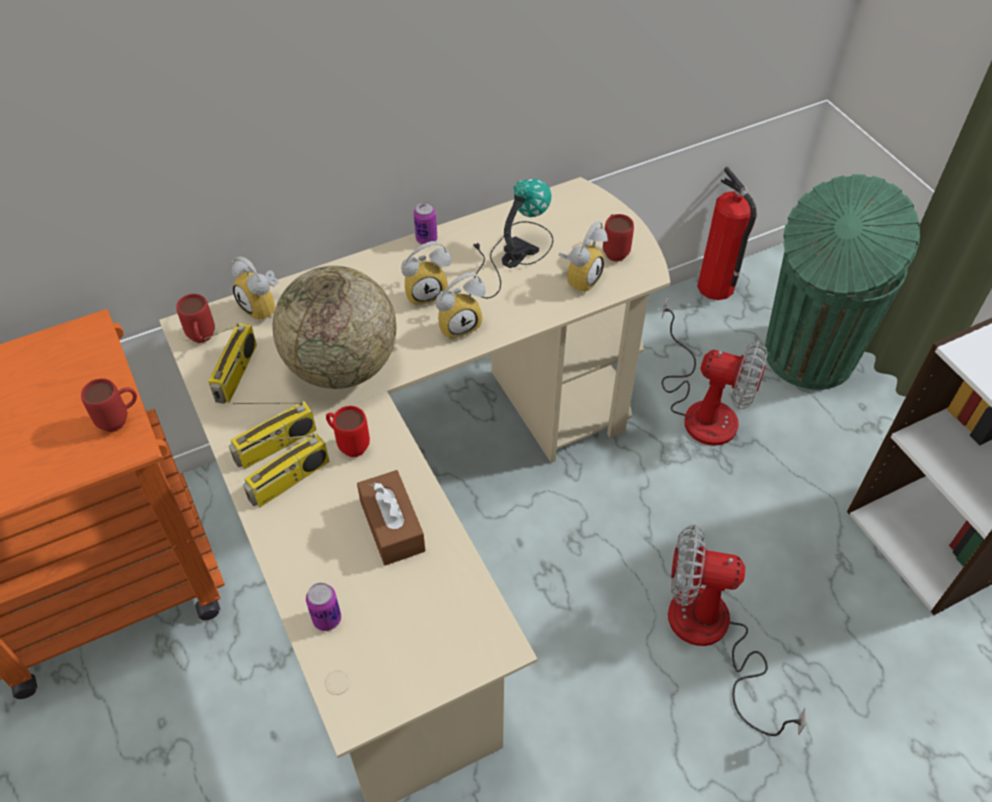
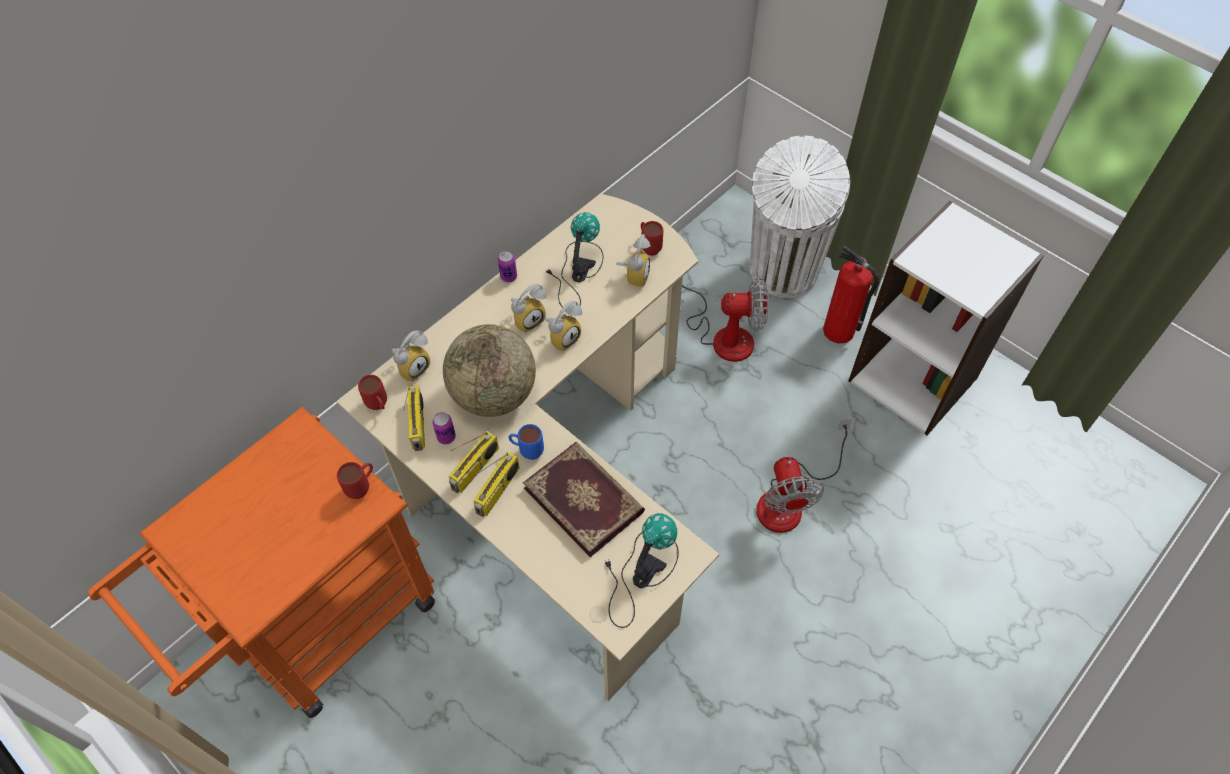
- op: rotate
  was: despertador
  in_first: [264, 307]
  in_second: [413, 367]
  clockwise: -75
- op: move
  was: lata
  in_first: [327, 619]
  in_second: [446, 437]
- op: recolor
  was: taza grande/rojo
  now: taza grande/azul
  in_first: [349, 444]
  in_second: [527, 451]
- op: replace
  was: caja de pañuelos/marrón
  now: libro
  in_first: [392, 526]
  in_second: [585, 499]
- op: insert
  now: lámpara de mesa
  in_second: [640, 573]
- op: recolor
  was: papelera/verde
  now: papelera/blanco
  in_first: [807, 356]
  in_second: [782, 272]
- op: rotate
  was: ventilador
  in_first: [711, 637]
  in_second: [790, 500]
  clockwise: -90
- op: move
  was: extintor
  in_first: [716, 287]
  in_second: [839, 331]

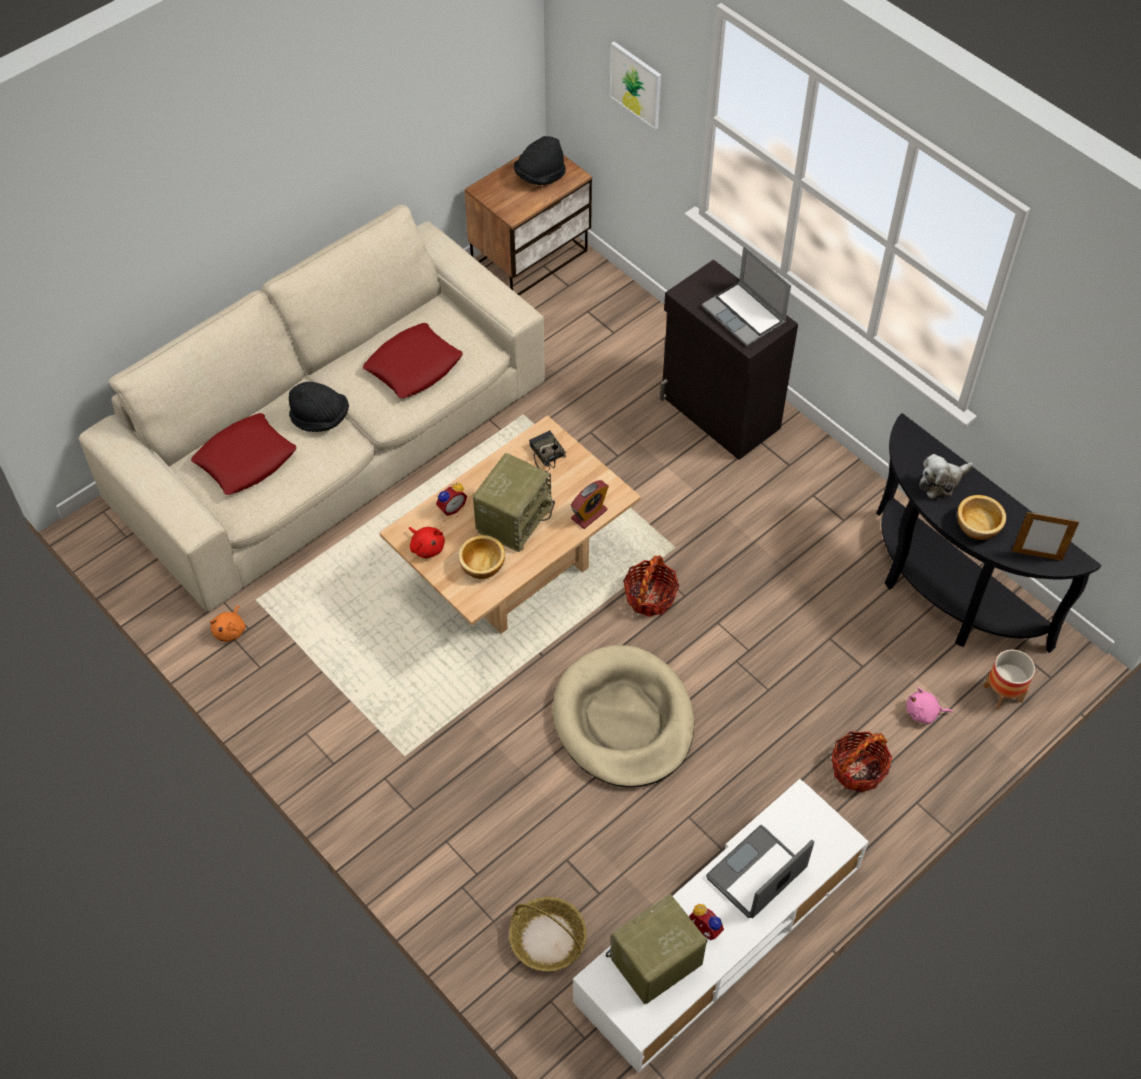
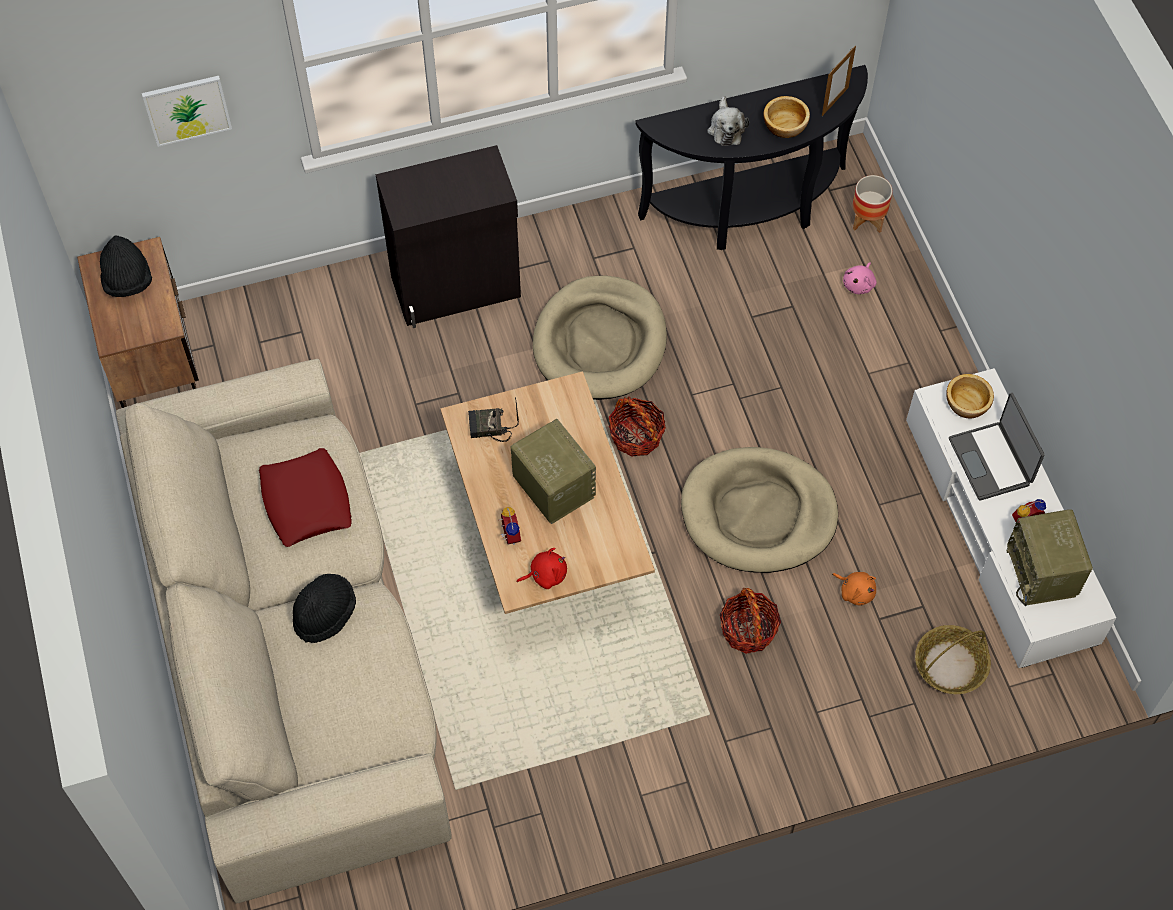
- op: insert
  now: cama para perro/beis
  in_second: [600, 342]
- op: move
  was: cesta
  in_first: [858, 769]
  in_second: [748, 630]
- op: move
  was: peluche/naranja
  in_first: [230, 630]
  in_second: [855, 591]
- op: move
  was: cuenco
  in_first: [482, 566]
  in_second: [967, 404]
- op: delete
  was: cojín/rojo
  in_first: [246, 459]
- op: delete
  was: despertador
  in_first: [589, 514]
- op: delete
  was: portátil
  in_first: [745, 315]

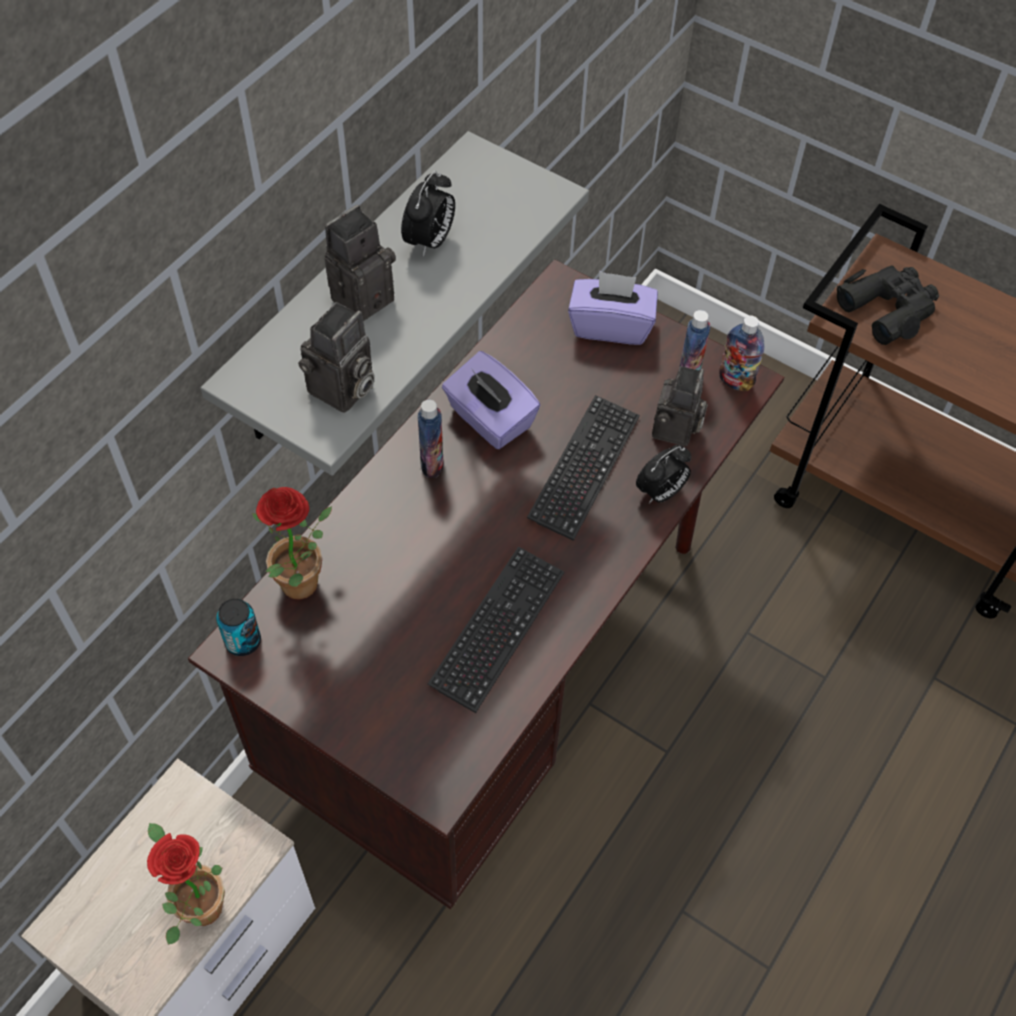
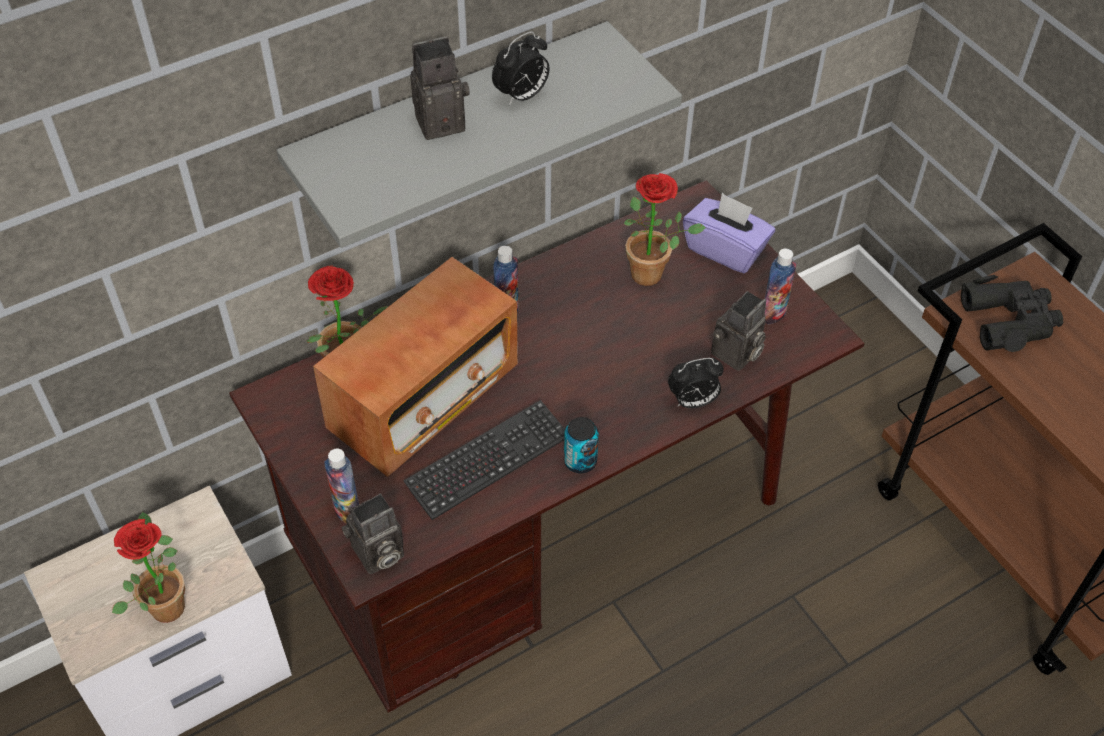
- op: insert
  now: radio
  in_second: [424, 398]
- op: move
  was: botella
  in_first: [735, 381]
  in_second: [347, 510]
- op: move
  was: cámara
  in_first: [342, 391]
  in_second: [377, 555]
- op: move
  was: lata
  in_first: [243, 641]
  in_second: [580, 461]
- op: insert
  now: planta en maceta
  in_second: [653, 274]
- op: delete
  was: caja de pañuelos/morado
  in_first: [489, 419]
- op: delete
  was: teclado
  in_first: [584, 468]

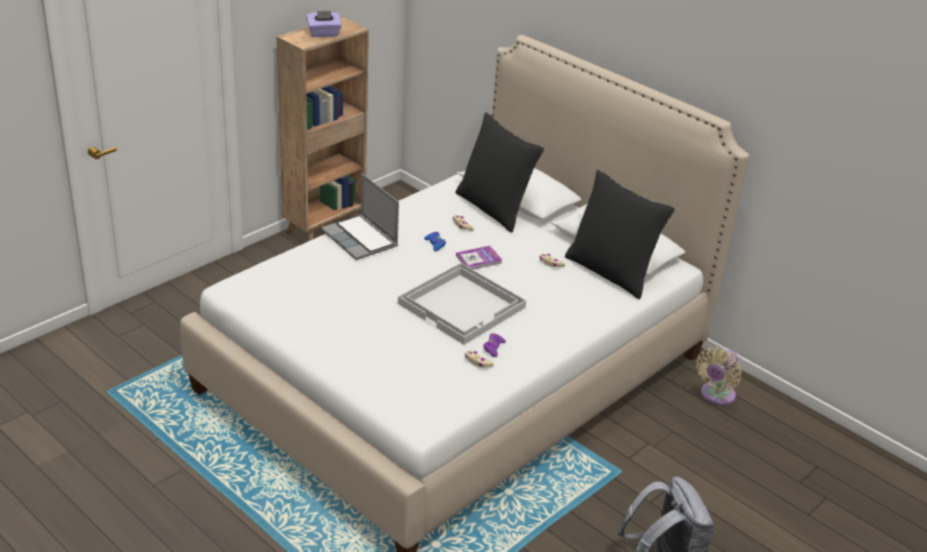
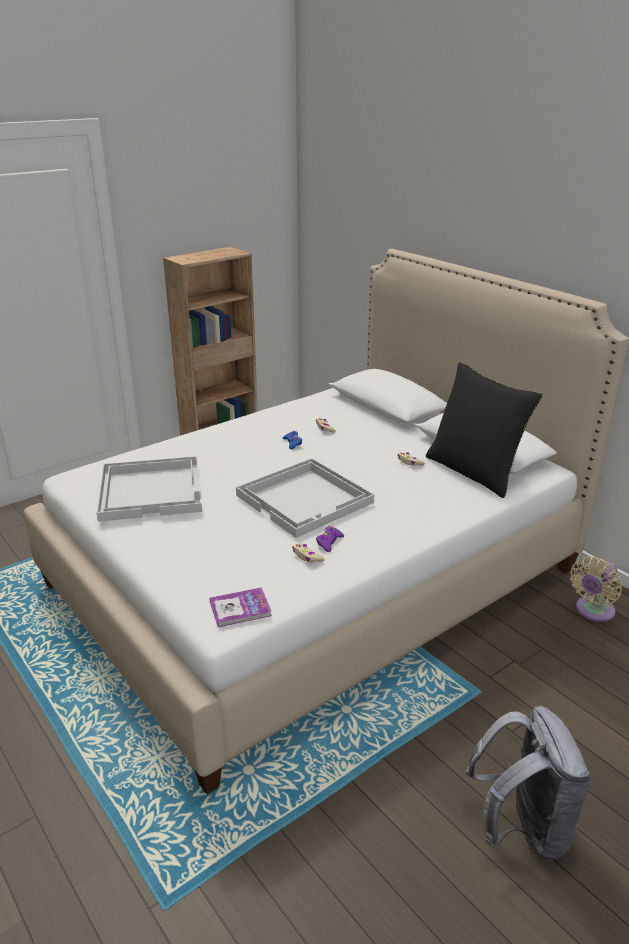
- op: insert
  now: bandeja/blanco
  in_second: [152, 490]
- op: move
  was: libro
  in_first: [479, 259]
  in_second: [240, 609]
- op: delete
  was: caja de pañuelos/morado
  in_first: [324, 34]
- op: delete
  was: portátil
  in_first: [361, 239]
- op: delete
  was: cojín/negro
  in_first: [494, 208]

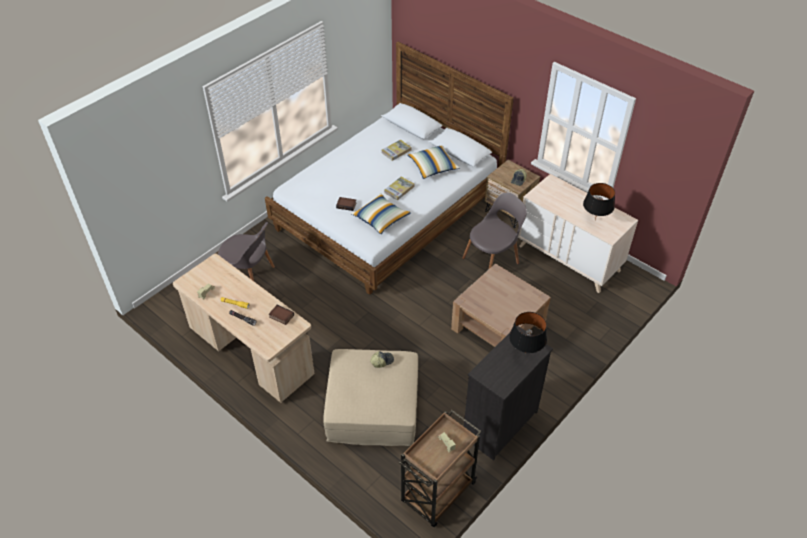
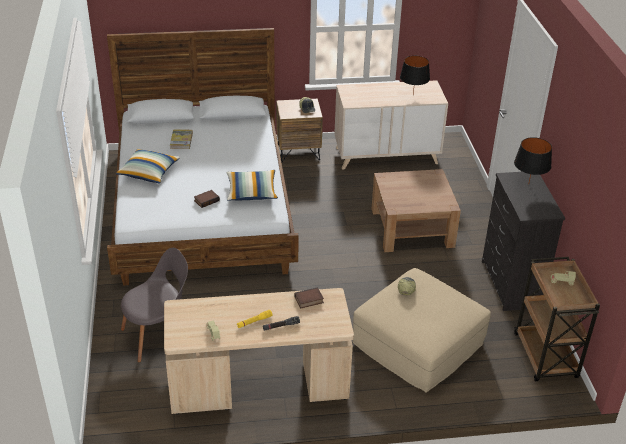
- op: move
  was: cojín
  in_first: [433, 167]
  in_second: [149, 173]
- op: delete
  was: libro
  in_first: [399, 189]
- op: delete
  was: silla/gris
  in_first: [492, 259]

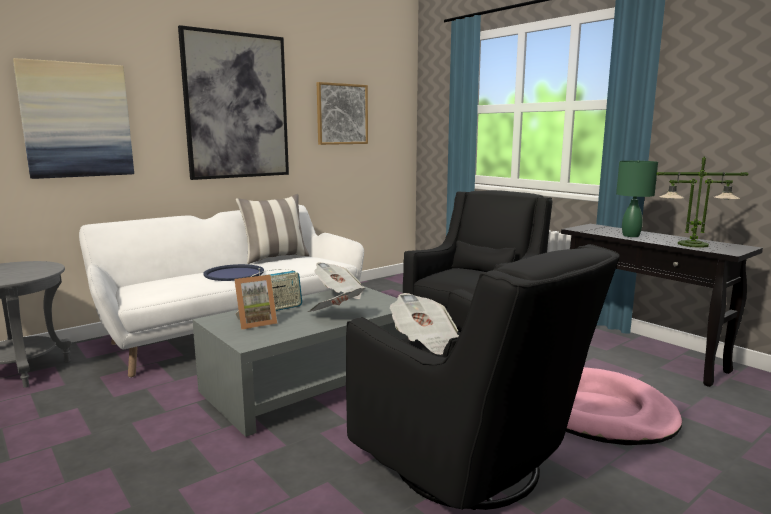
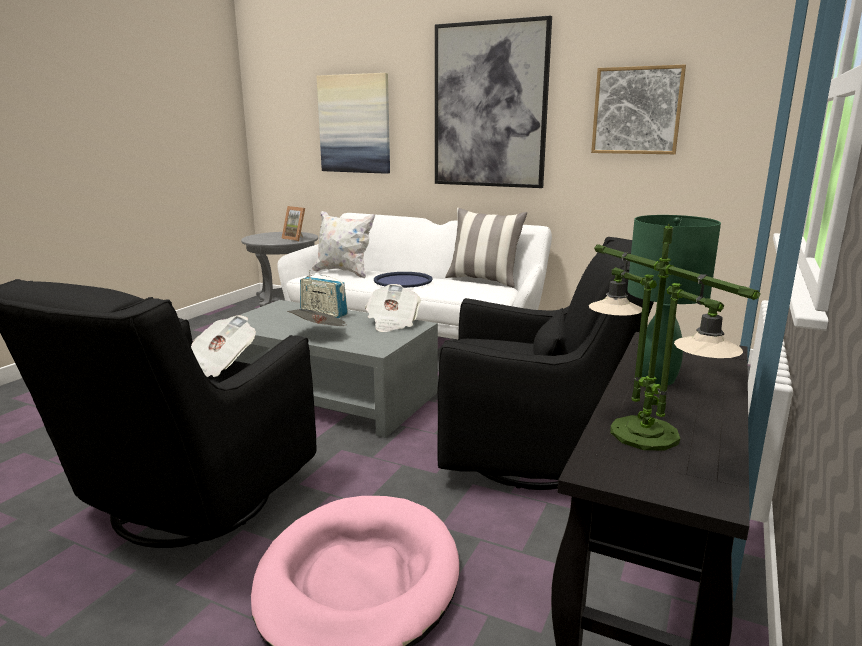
- op: move
  was: portarretratos
  in_first: [255, 323]
  in_second: [296, 239]
- op: insert
  now: cojín/blanco
  in_second: [344, 272]

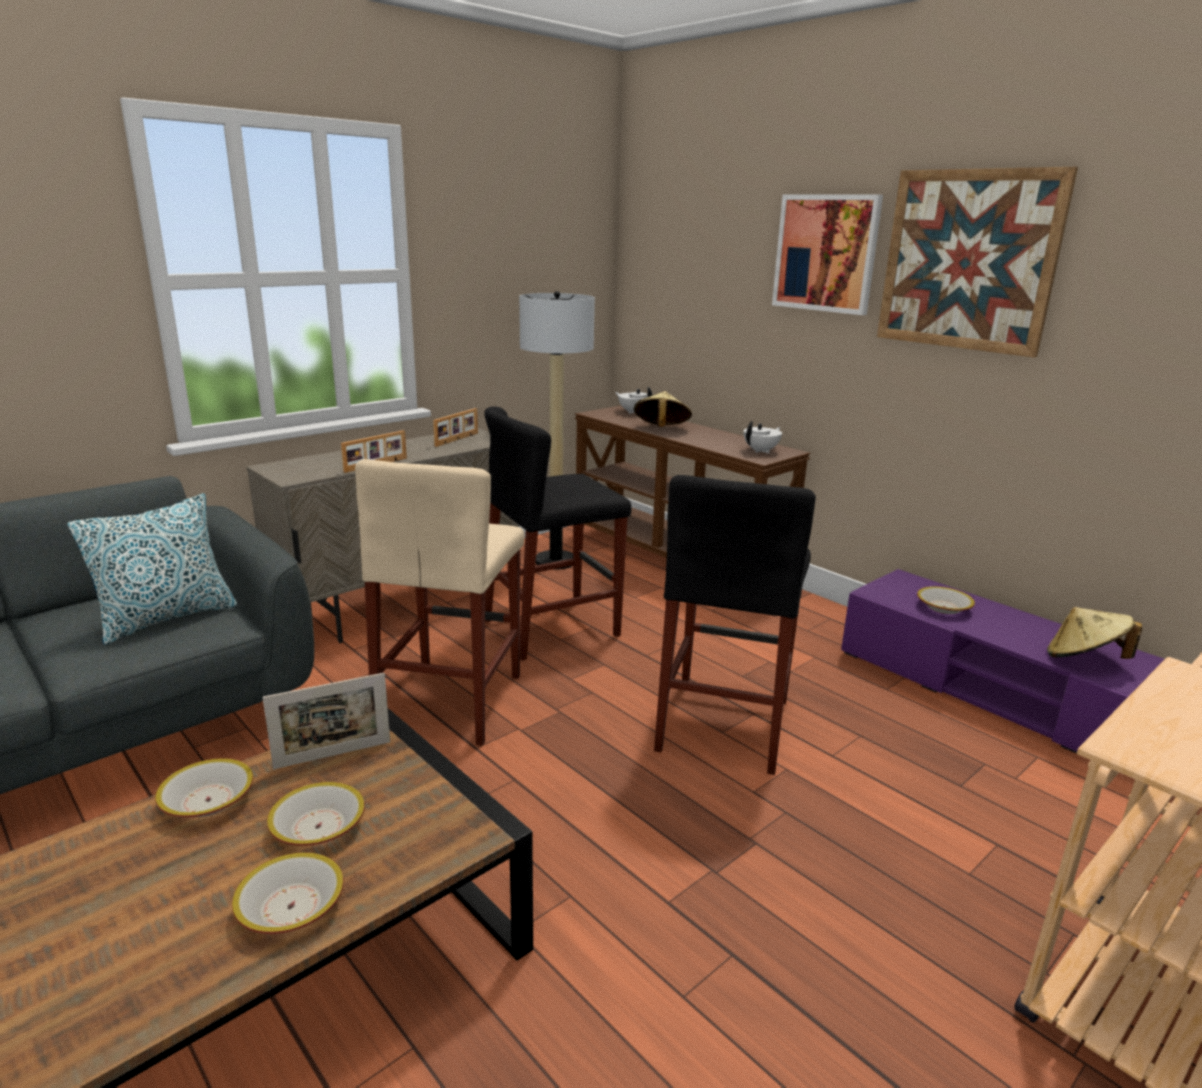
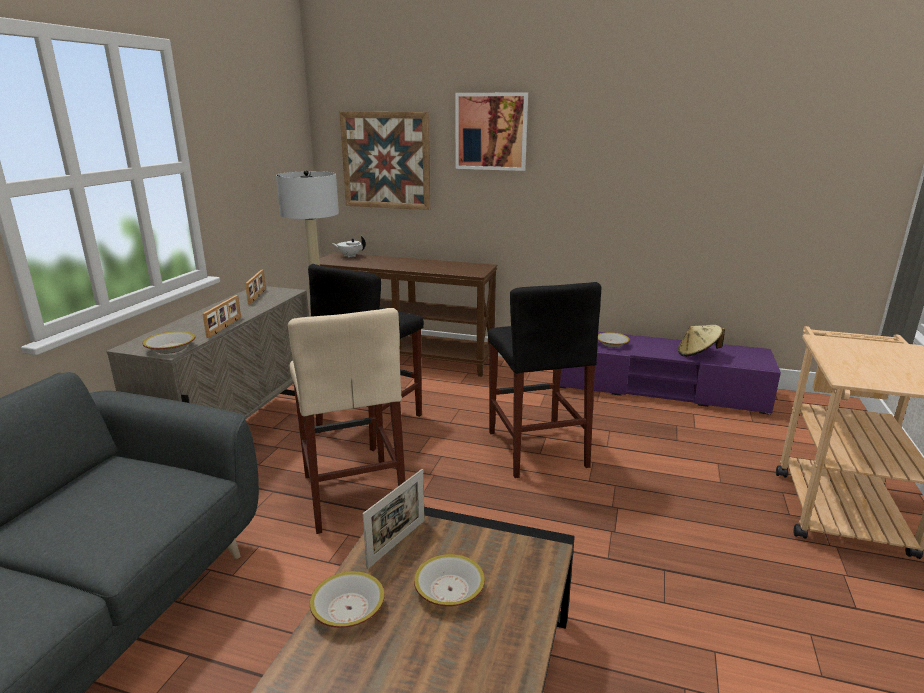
- op: move
  was: cuenco
  in_first: [291, 907]
  in_second: [171, 348]
- op: move
  was: cuadro
  in_first: [968, 260]
  in_second: [386, 160]
- op: delete
  was: cojín
  in_first: [167, 618]
- op: delete
  was: sombrero/beis
  in_first: [661, 429]
- op: delete
  was: tetera/blanco
  in_first: [761, 451]

